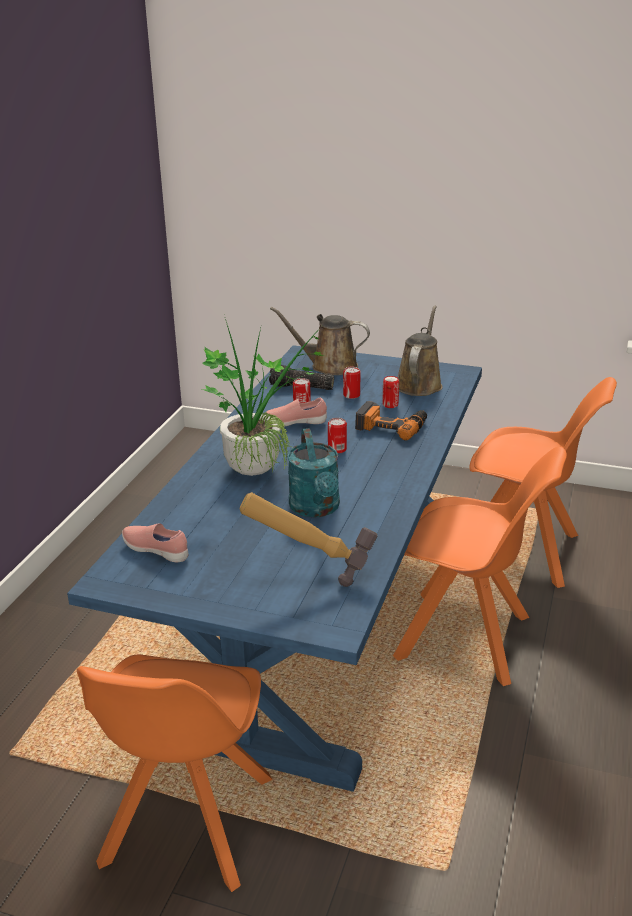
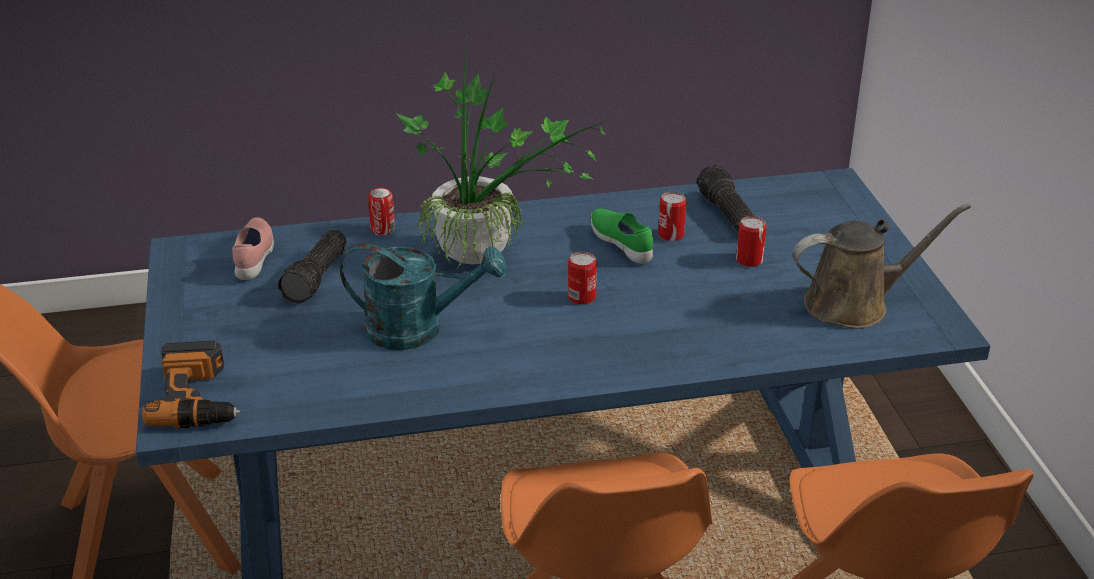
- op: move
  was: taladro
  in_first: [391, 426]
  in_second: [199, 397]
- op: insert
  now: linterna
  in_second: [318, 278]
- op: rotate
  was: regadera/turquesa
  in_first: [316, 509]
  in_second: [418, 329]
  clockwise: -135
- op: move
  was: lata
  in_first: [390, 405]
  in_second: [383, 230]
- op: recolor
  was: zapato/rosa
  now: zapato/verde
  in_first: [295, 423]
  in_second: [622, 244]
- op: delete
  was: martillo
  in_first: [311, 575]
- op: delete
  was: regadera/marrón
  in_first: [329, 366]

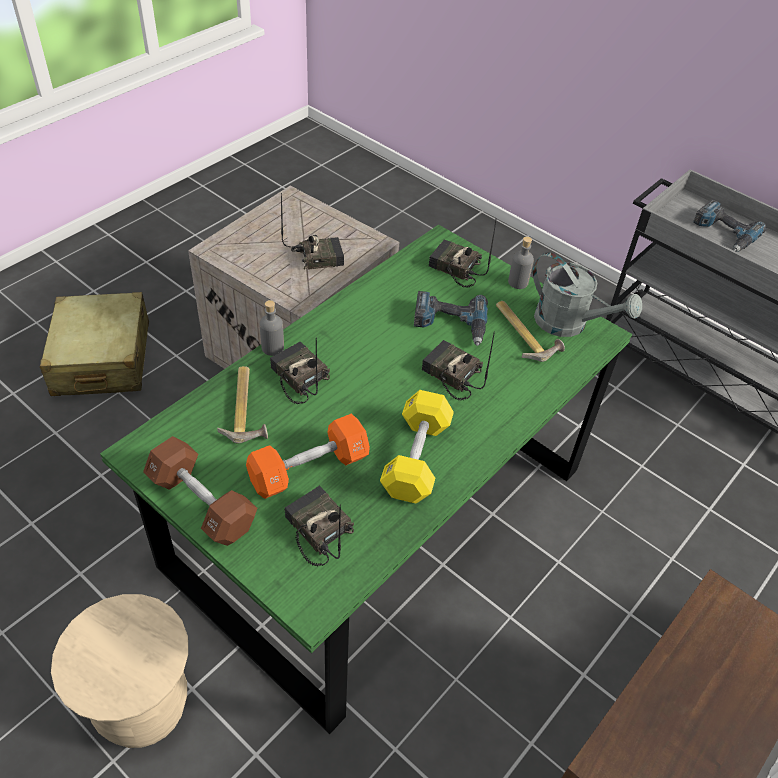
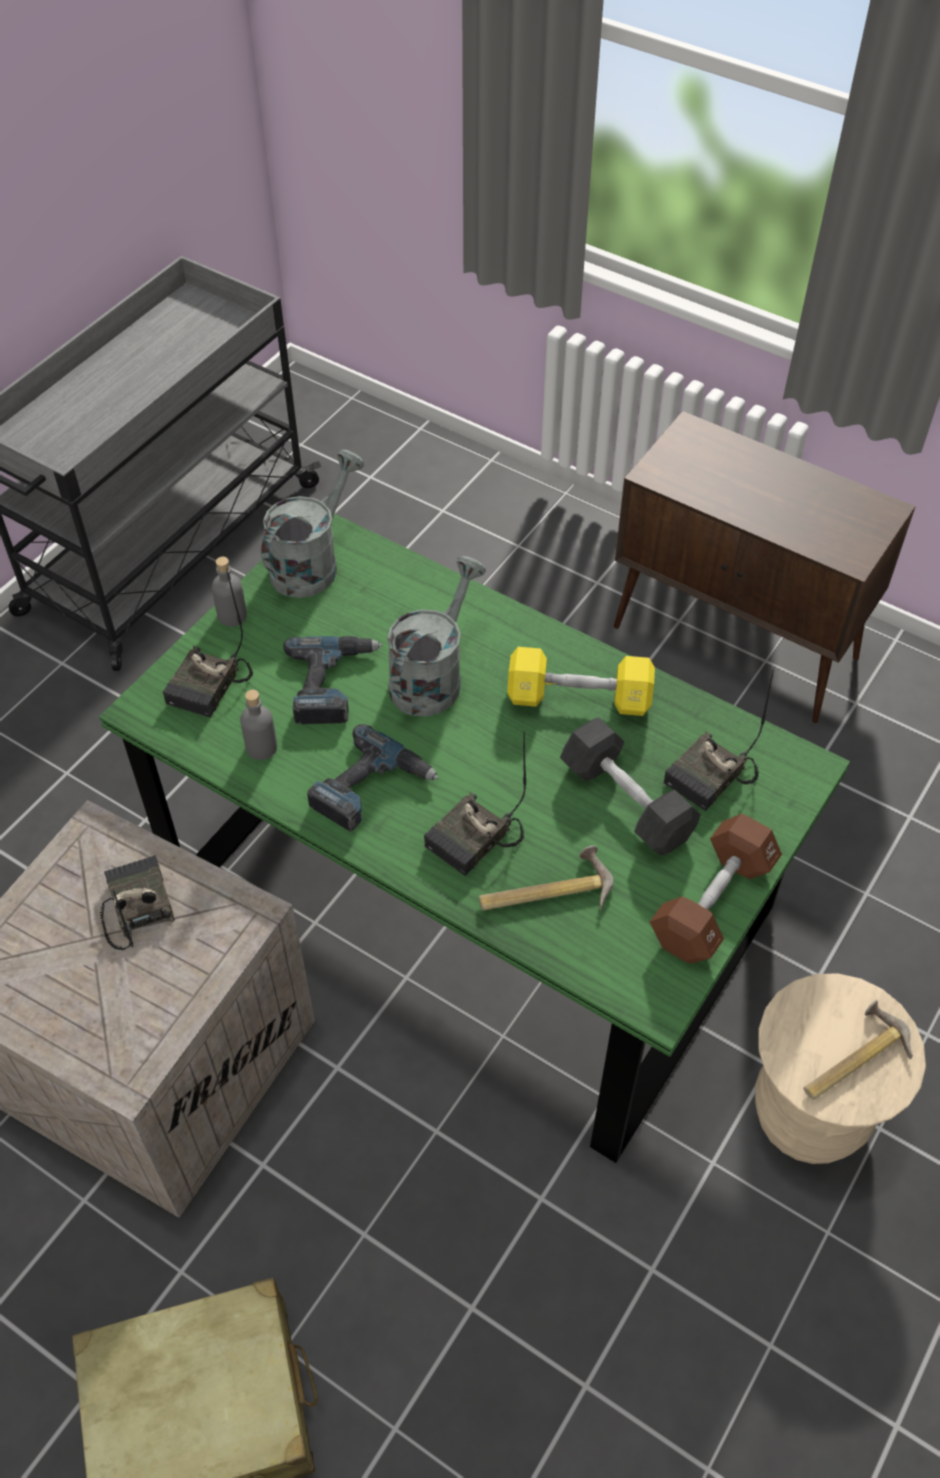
- op: move
  was: botella/gris
  in_first: [272, 348]
  in_second: [261, 747]
- op: move
  was: taladro
  in_first: [724, 233]
  in_second: [371, 789]
- op: replace
  was: radio
  now: regadera/gris
  in_first: [450, 375]
  in_second: [432, 676]
- op: recolor
  was: mancuerna/naranja
  now: mancuerna/negro
  in_first: [309, 469]
  in_second: [626, 801]
- op: move
  was: martillo
  in_first: [524, 333]
  in_second: [851, 1058]

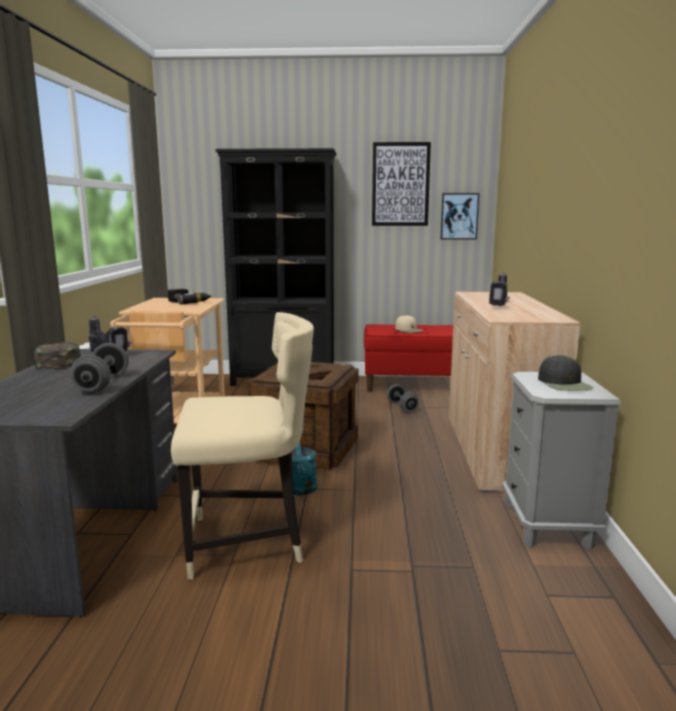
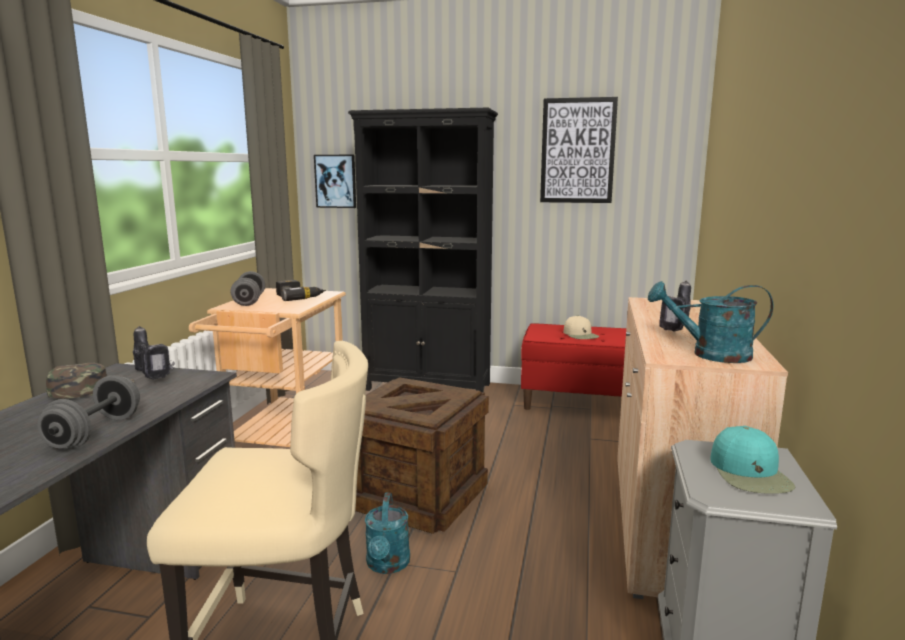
- op: move
  was: mancuerna/gris
  in_first: [402, 407]
  in_second: [249, 301]
- op: move
  was: cuadro
  in_first: [459, 216]
  in_second: [335, 181]
- op: insert
  now: regadera/turquesa
  in_second: [710, 354]
- op: recolor
  was: gorra/negro
  now: gorra/turquesa
  in_first: [564, 384]
  in_second: [750, 473]

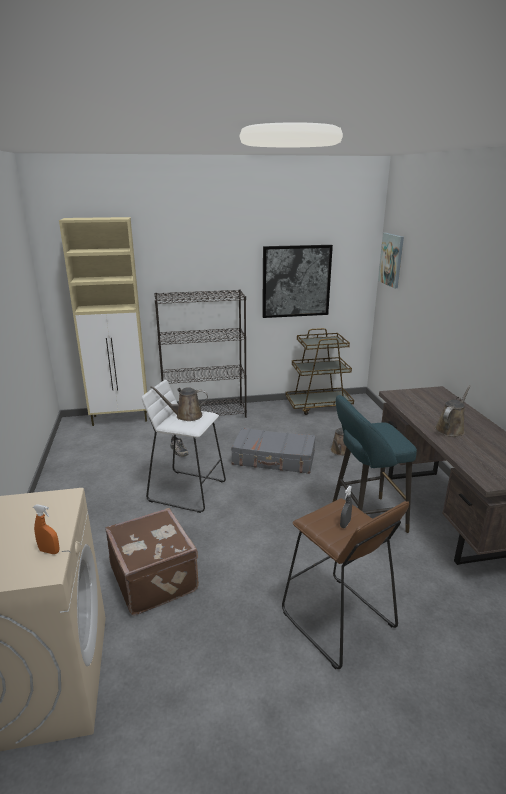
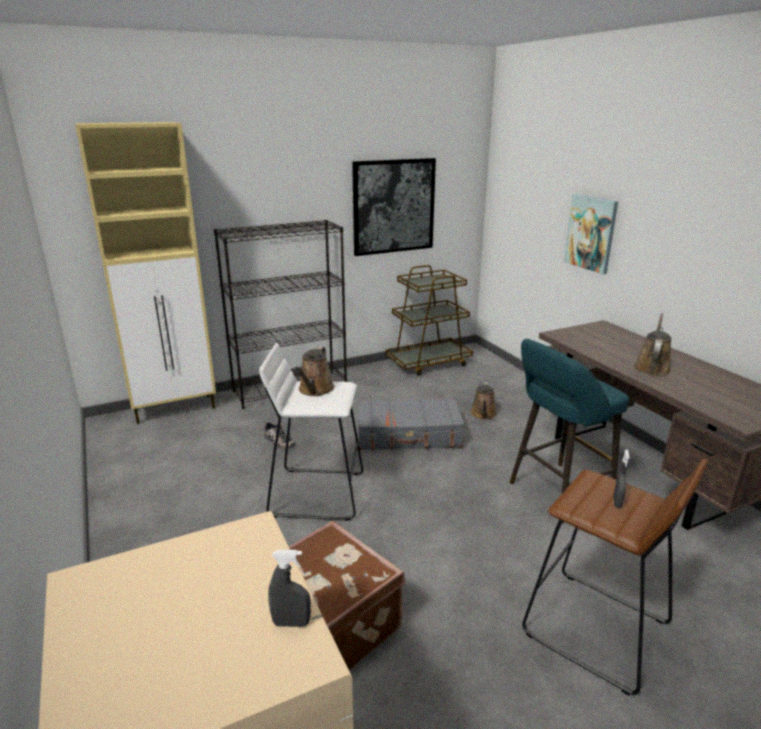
- op: recolor
  was: pulverizador/naranja
  now: pulverizador/gris
  in_first: [49, 551]
  in_second: [291, 623]
- op: rotate
  was: regadera/marrón
  in_first: [186, 416]
  in_second: [315, 390]
  clockwise: -60
- op: move
  was: cuadro
  in_first: [391, 260]
  in_second: [591, 233]

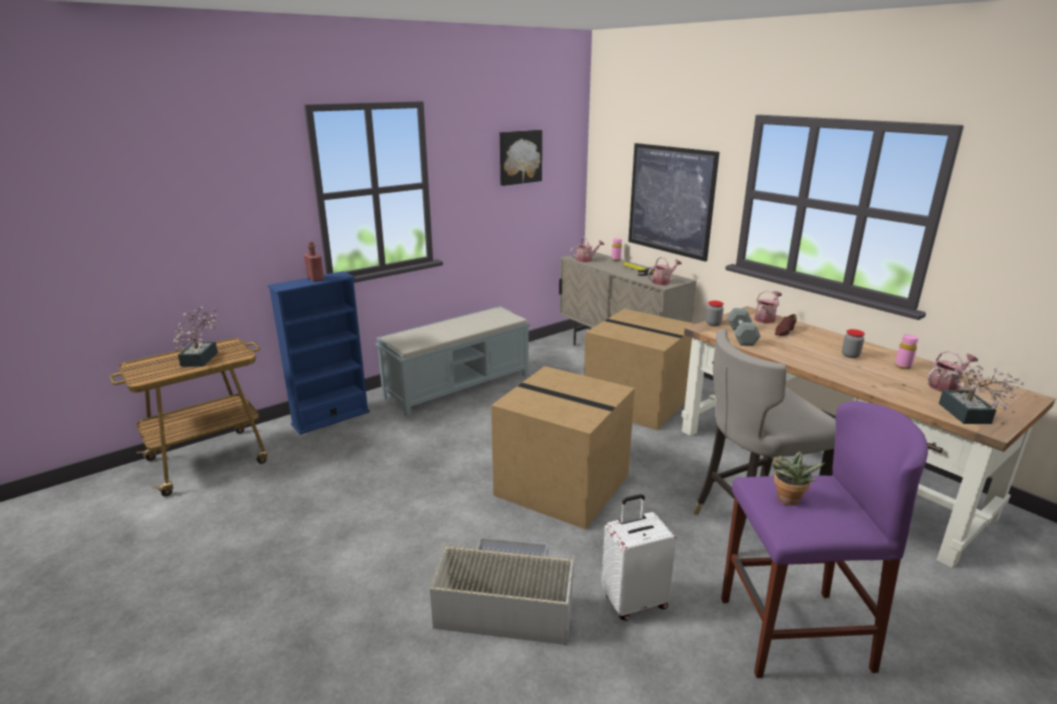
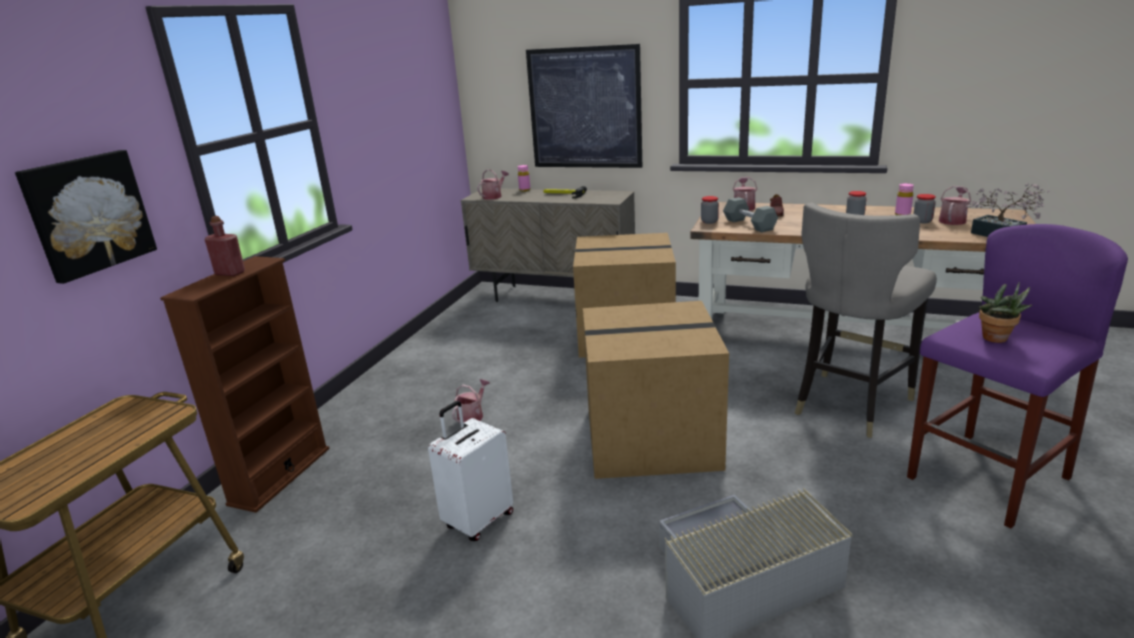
- op: move
  was: cuadro
  in_first: [519, 157]
  in_second: [88, 214]
- op: recolor
  was: estantería/azul
  now: estantería/marrón
  in_first: [331, 418]
  in_second: [280, 476]
- op: move
  was: maleta/blanco
  in_first: [634, 601]
  in_second: [478, 520]
- op: move
  was: regadera
  in_first: [663, 282]
  in_second: [472, 416]
- op: insert
  now: tarro
  in_second: [922, 221]
- op: delete
  was: planta en maceta
  in_first: [202, 357]
- op: delete
  was: banco/gris
  in_first: [459, 386]

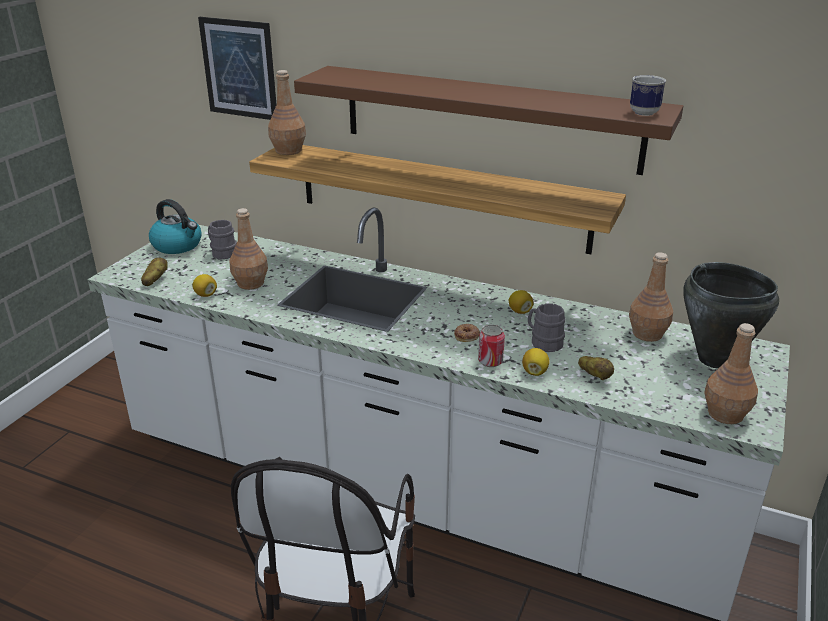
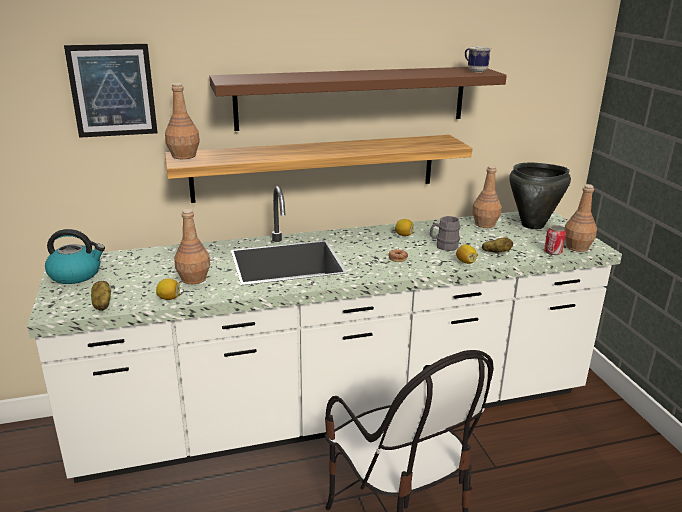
- op: move
  was: lata
  in_first: [490, 361]
  in_second: [553, 252]
- op: delete
  was: taza grande/gris
  in_first: [222, 253]

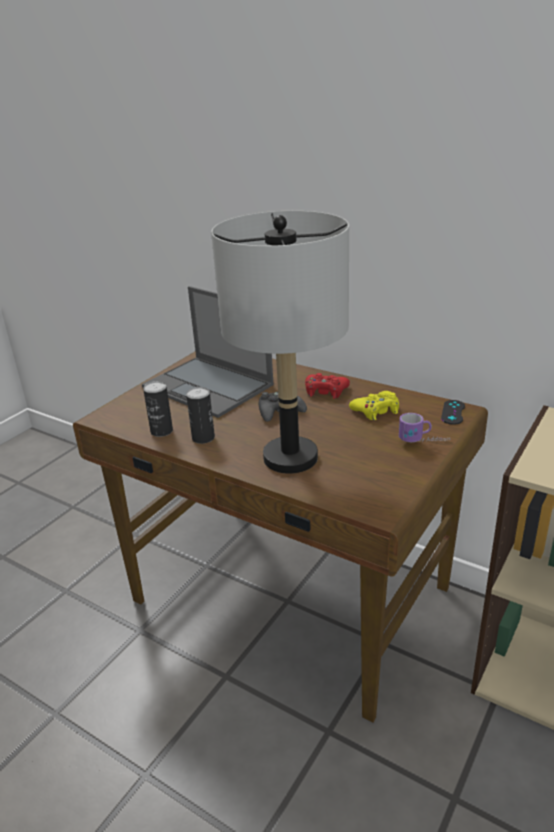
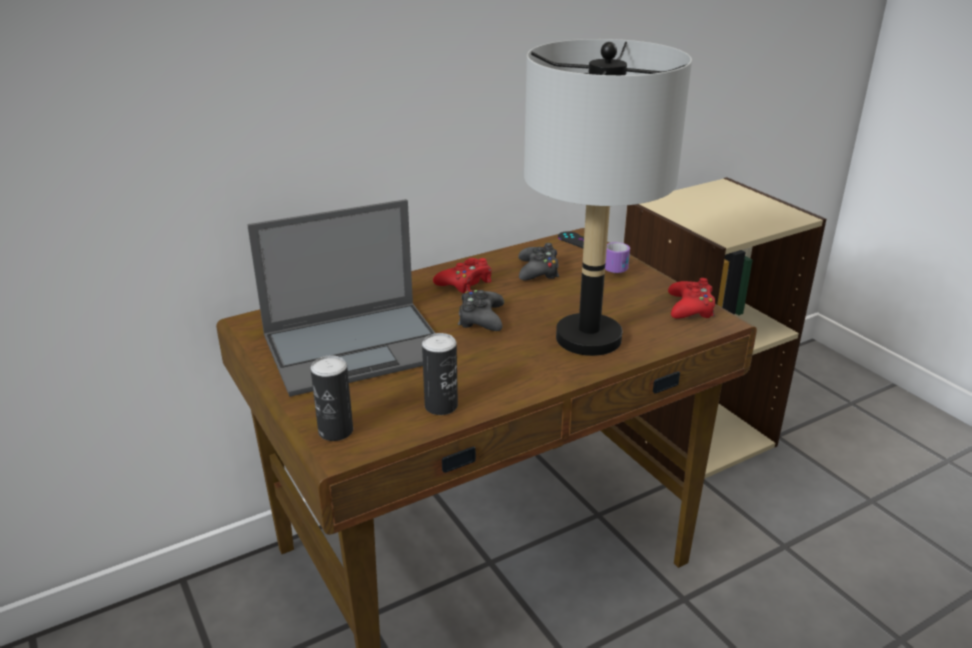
- op: move
  was: lata
  in_first: [203, 438]
  in_second: [335, 431]
- op: recolor
  was: mando de consola/amarillo
  now: mando de consola/negro
  in_first: [376, 410]
  in_second: [538, 271]
- op: insert
  now: mando de consola/rojo
  in_second: [690, 308]

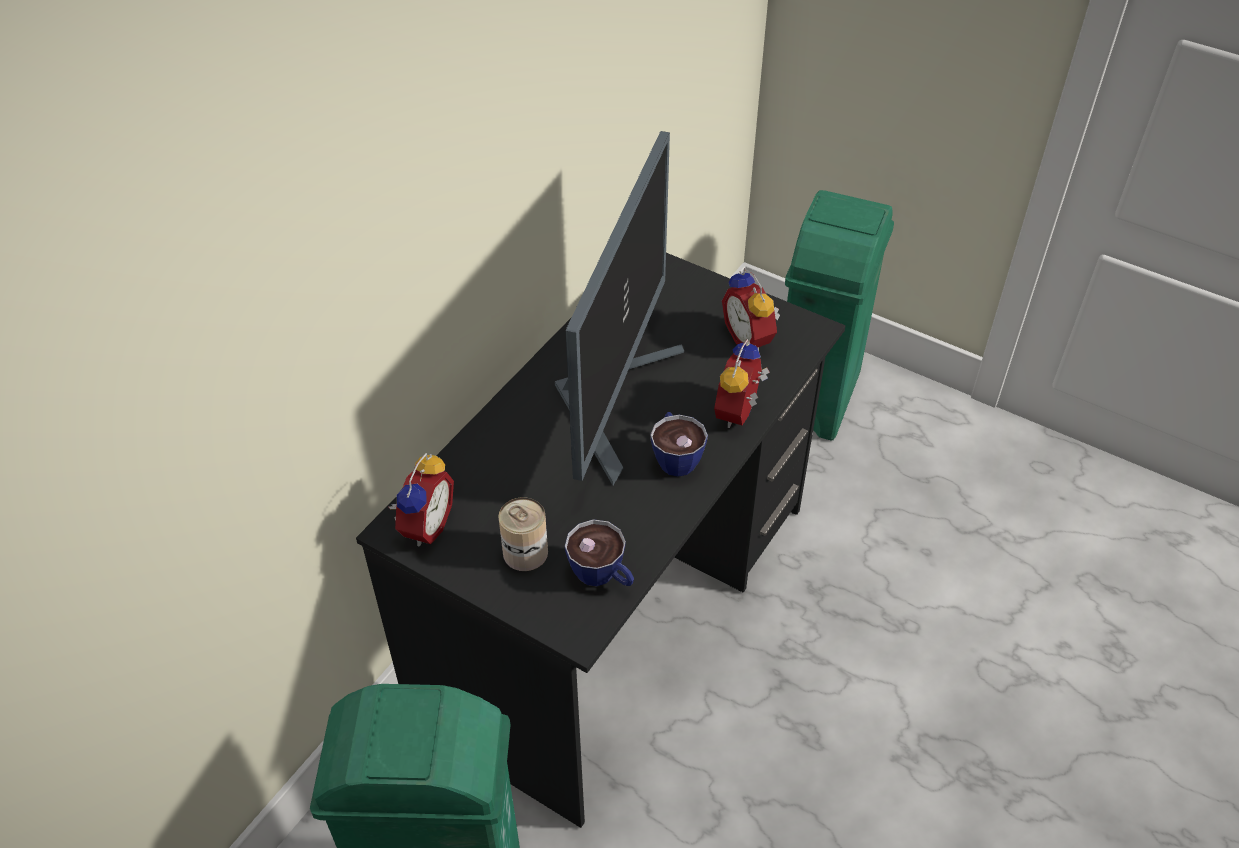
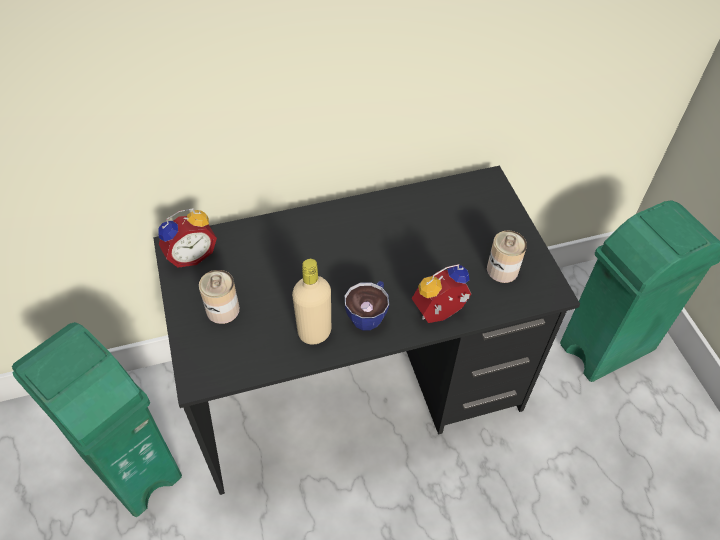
- op: insert
  now: botella/beis
  in_second: [314, 332]
- op: replace
  was: despertador
  now: lata
  in_first: [751, 338]
  in_second: [502, 270]
- op: delete
  was: monitor
  in_first: [612, 399]
- op: delete
  was: taza
  in_first: [603, 576]

